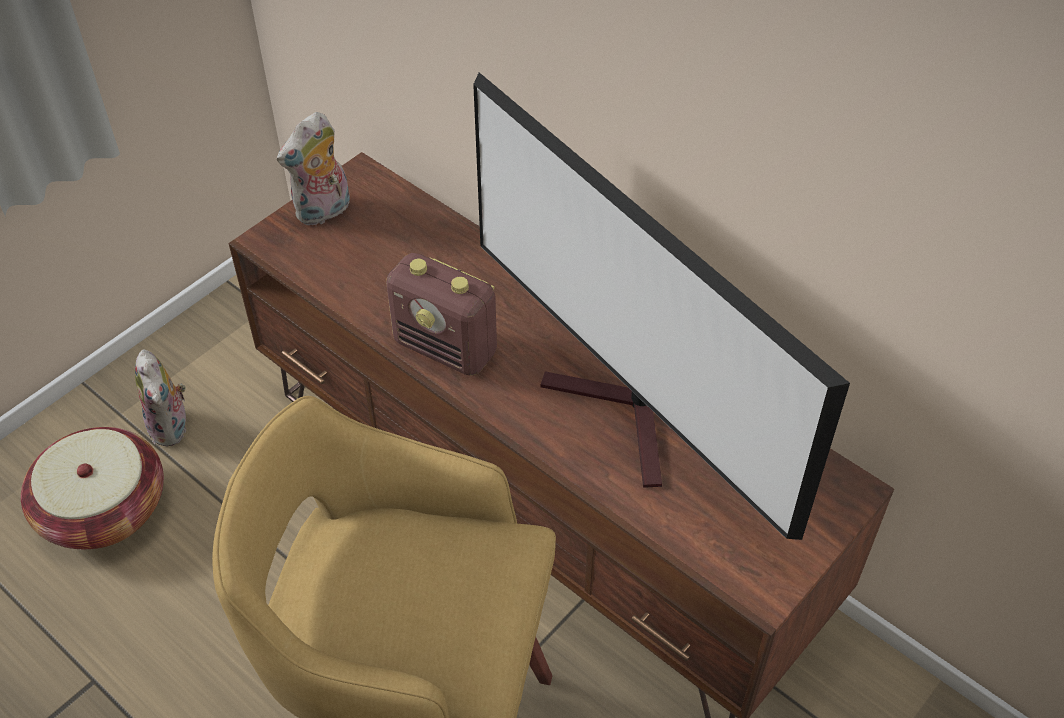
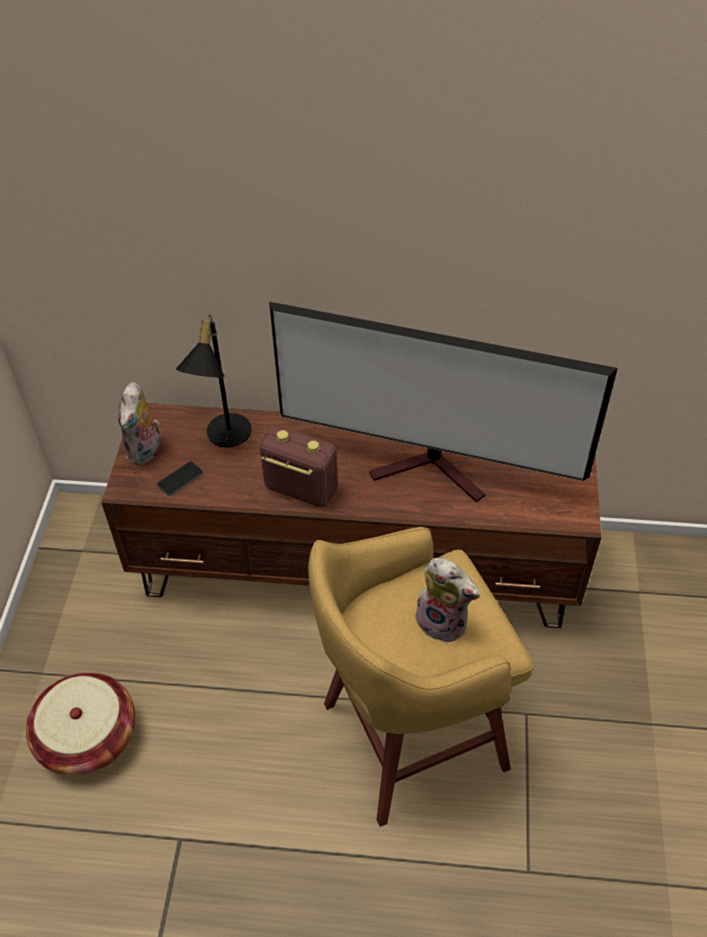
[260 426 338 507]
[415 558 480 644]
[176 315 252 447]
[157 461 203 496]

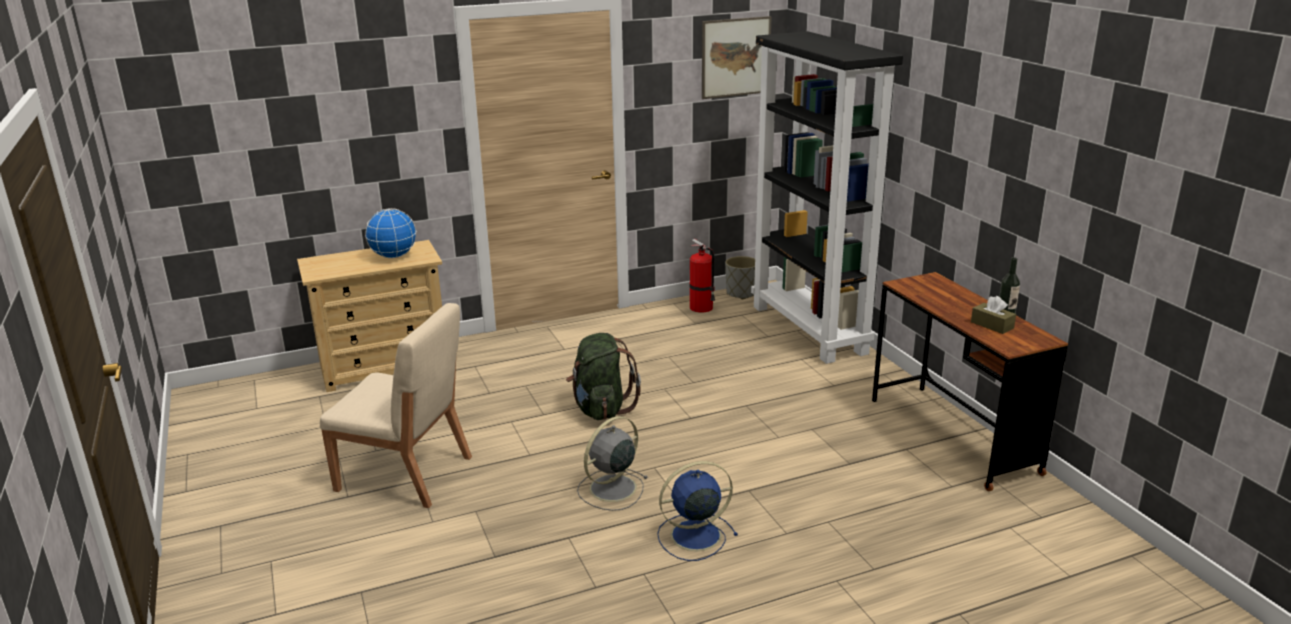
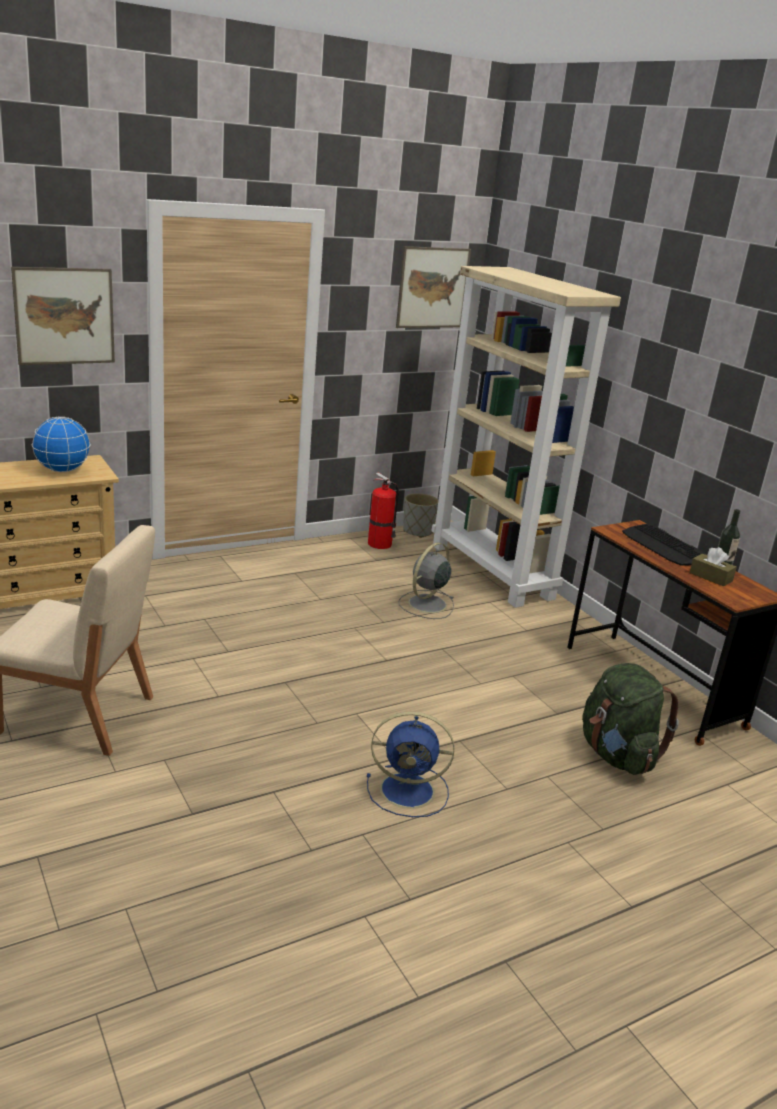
[432 266 621 608]
[582 663 679 775]
[399 542 454 619]
[367 711 454 817]
[11 267 115 365]
[622 524 707 566]

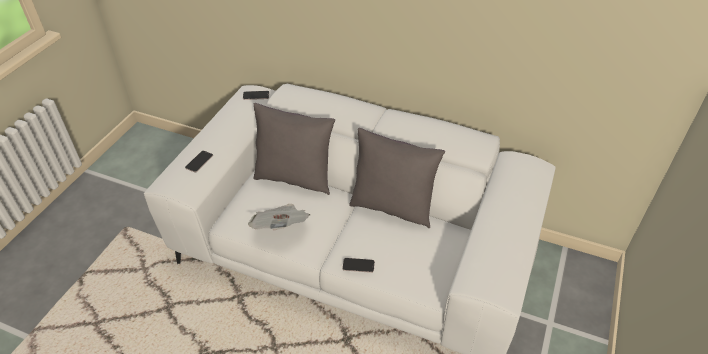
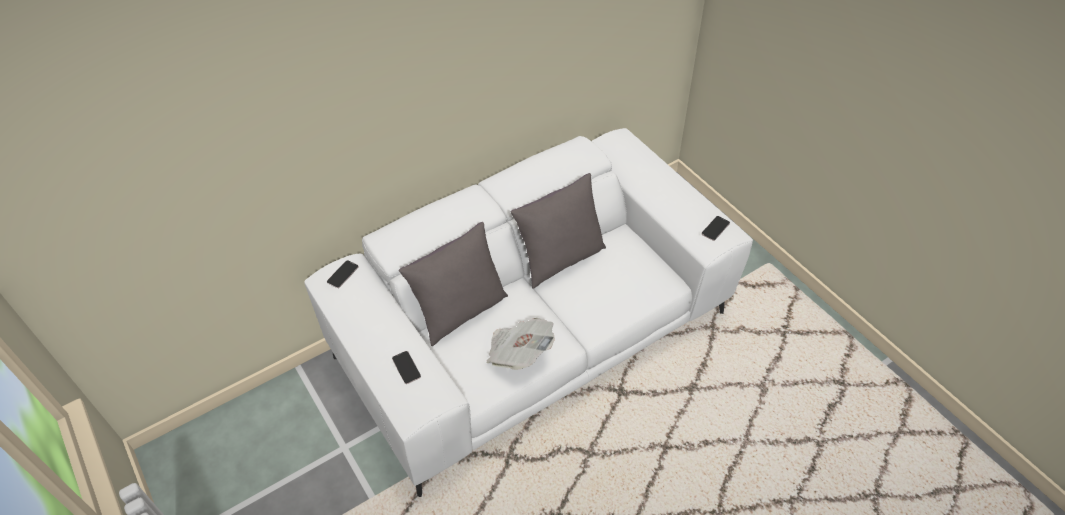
[701 216 730 241]

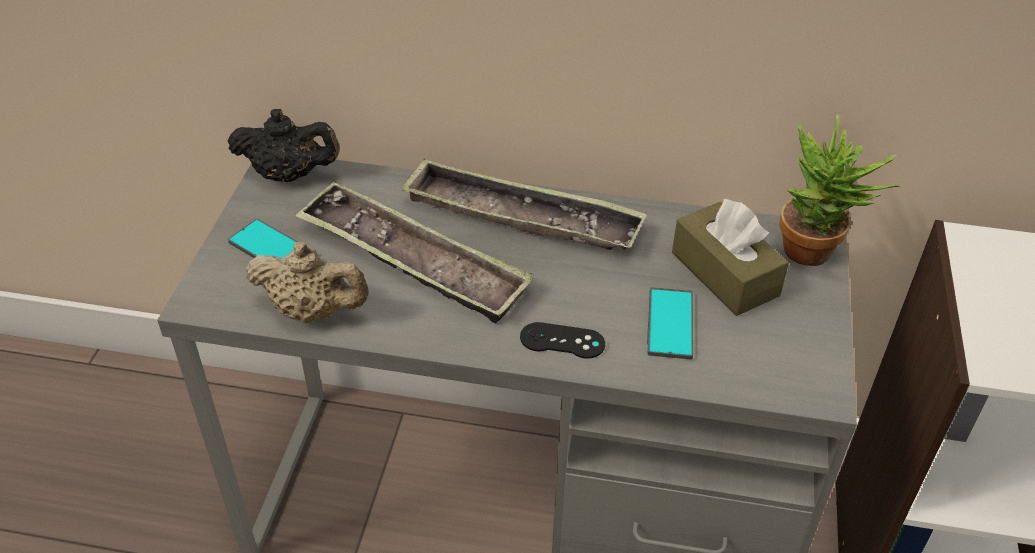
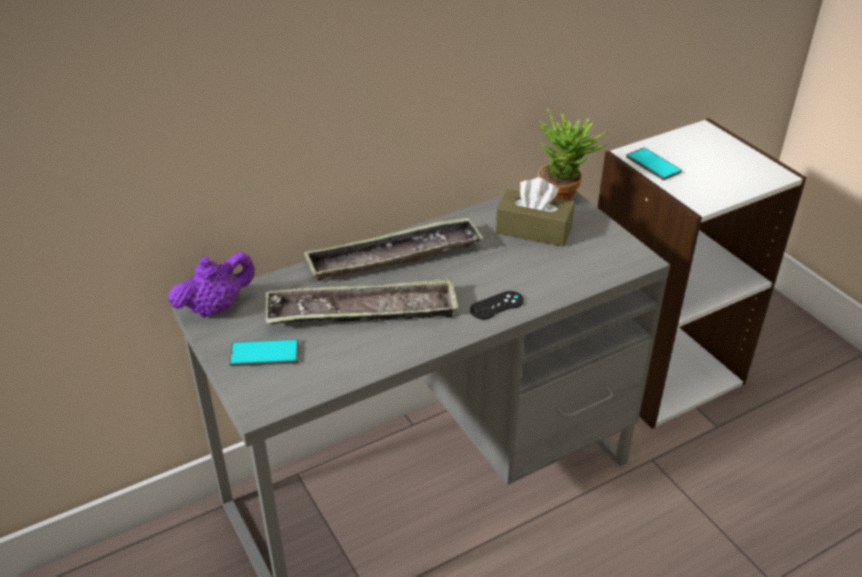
[168 252 255 318]
[246 242 369 323] (first image)
[626 148 682 180]

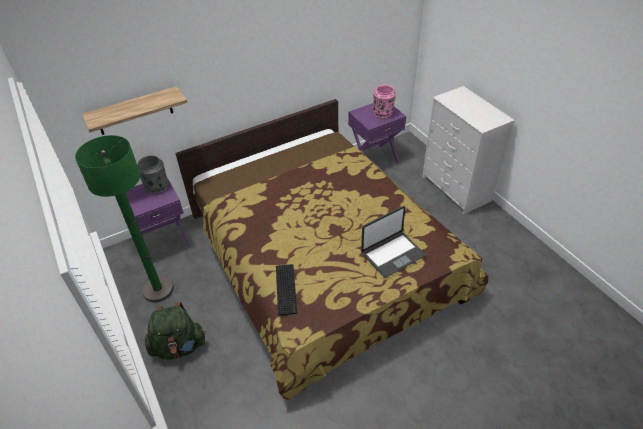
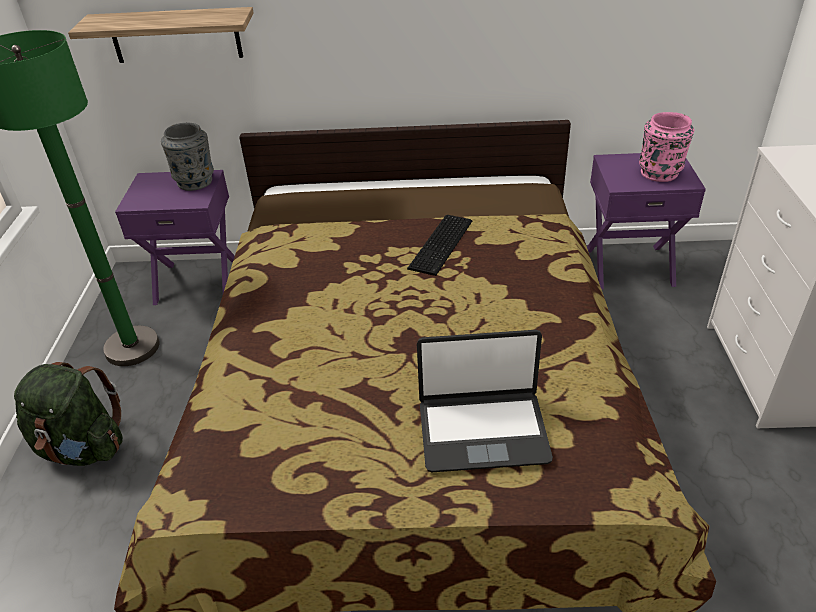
[407 215 472 276]

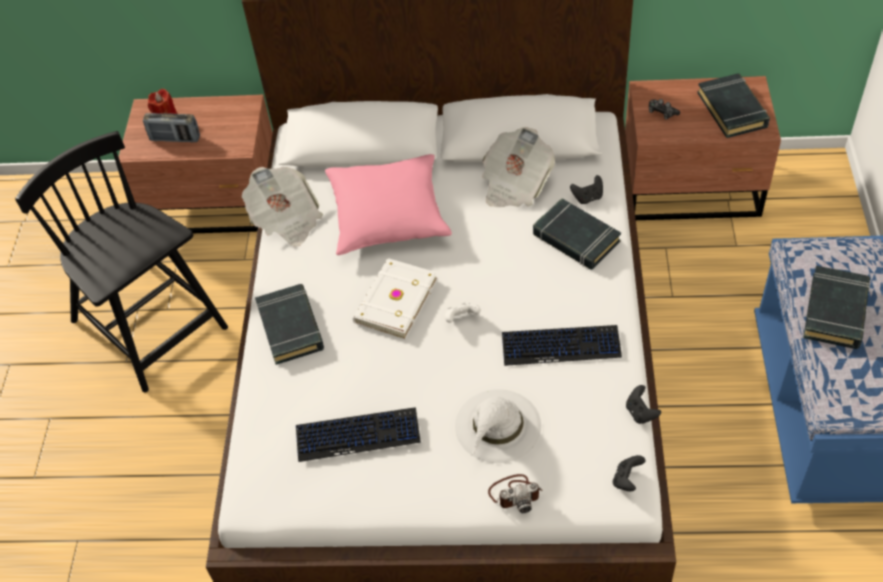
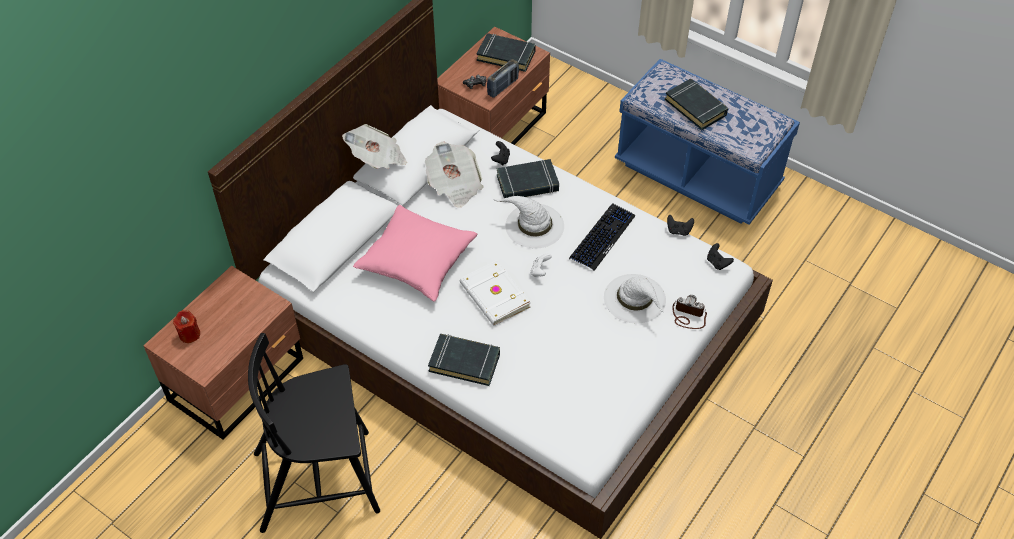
[487 59 519 98]
[342 124 407 169]
[296 407 421 462] (first image)
[673 295 707 329]
[493 196 564 249]

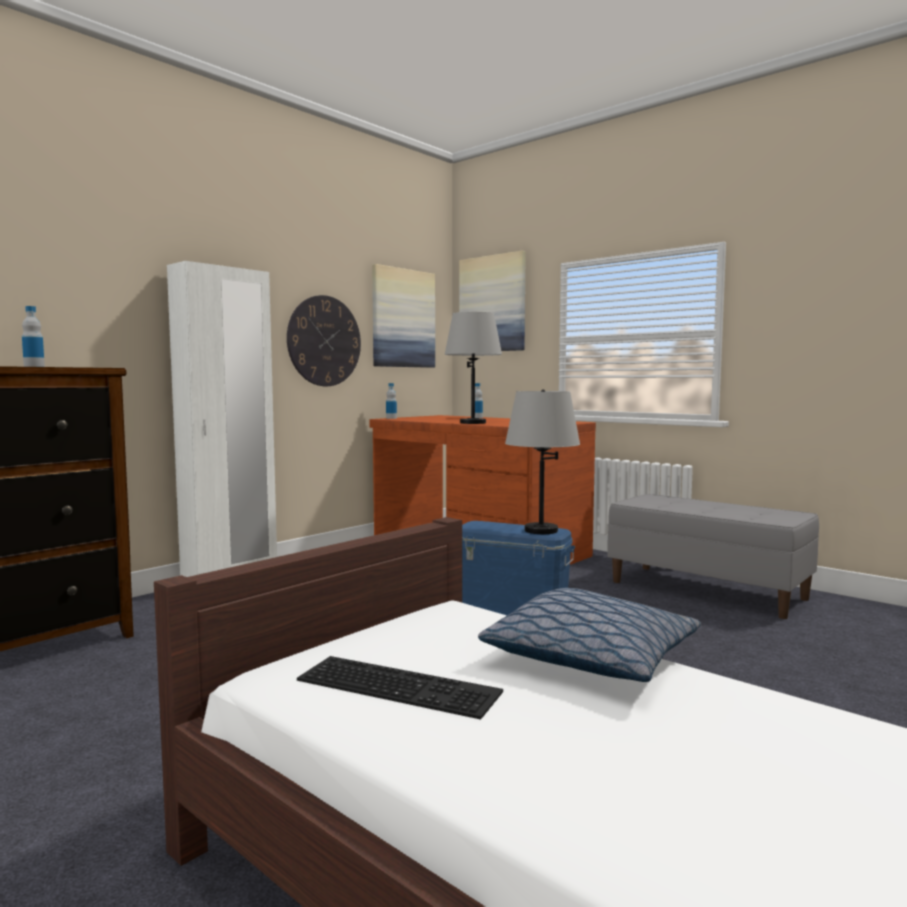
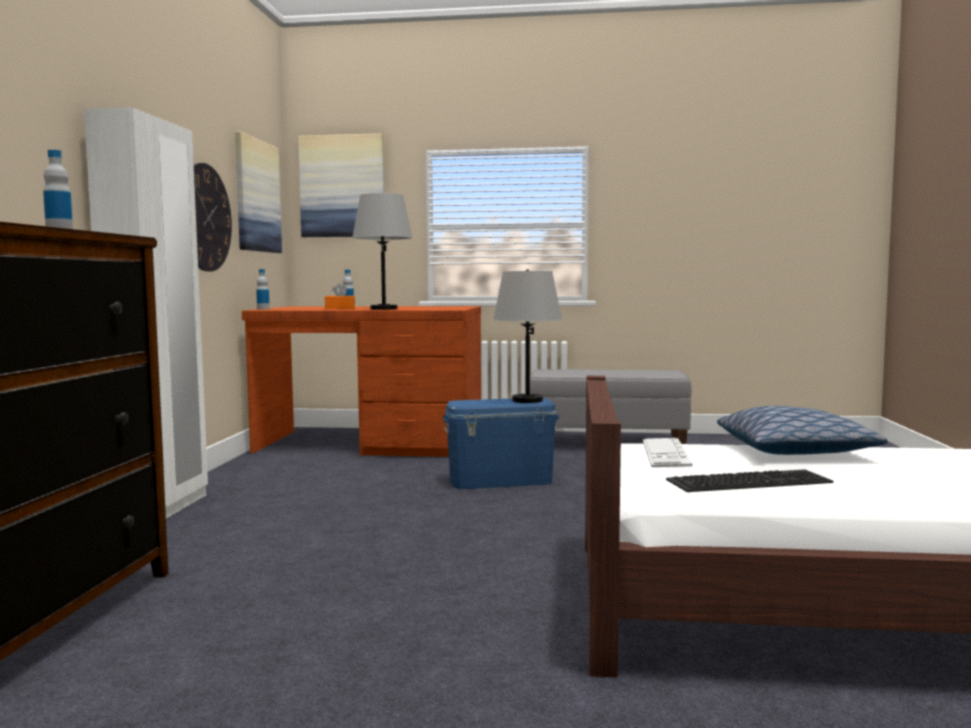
[325 284 355 309]
[643 438 693 467]

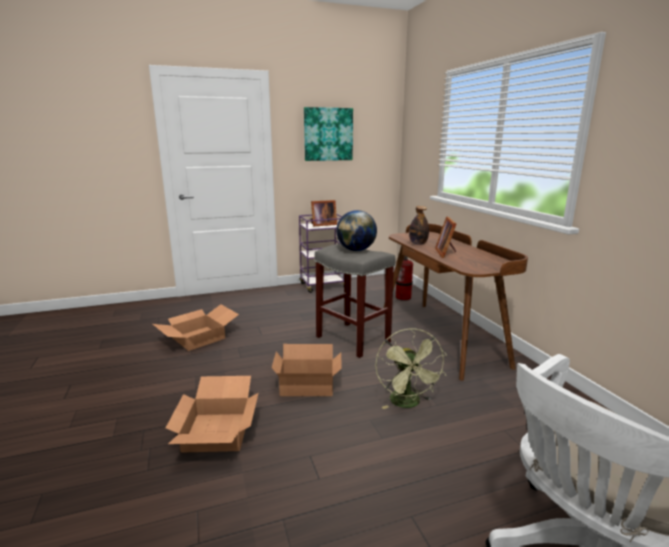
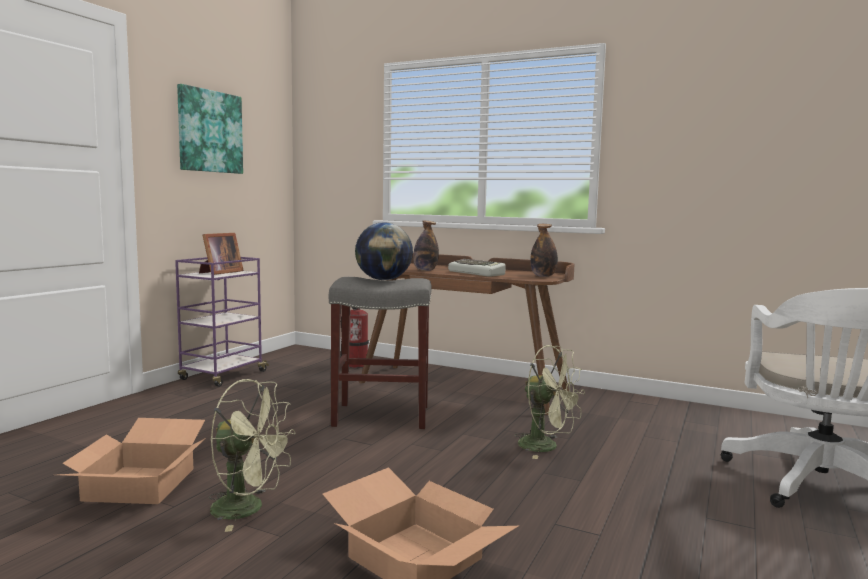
[448 259 506 277]
[272 344 342 396] (first image)
[530 224 558 277]
[209 379 296 532]

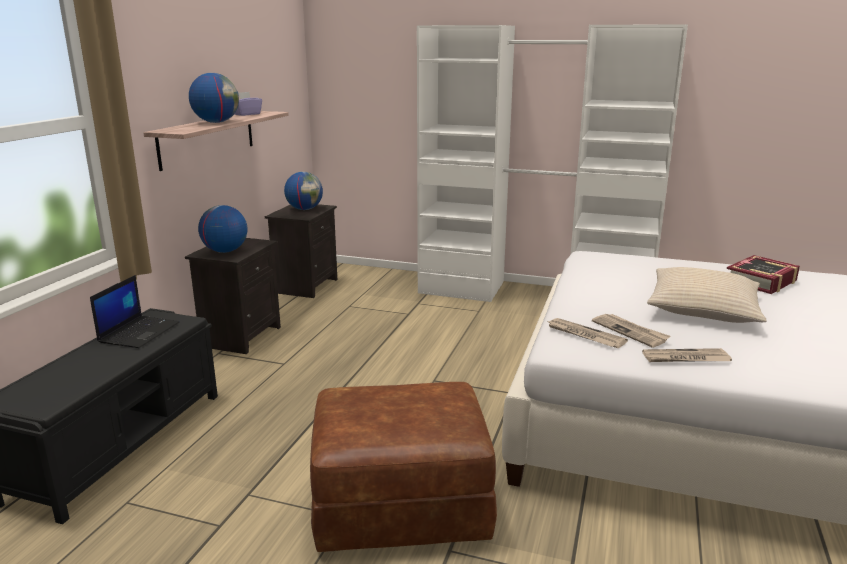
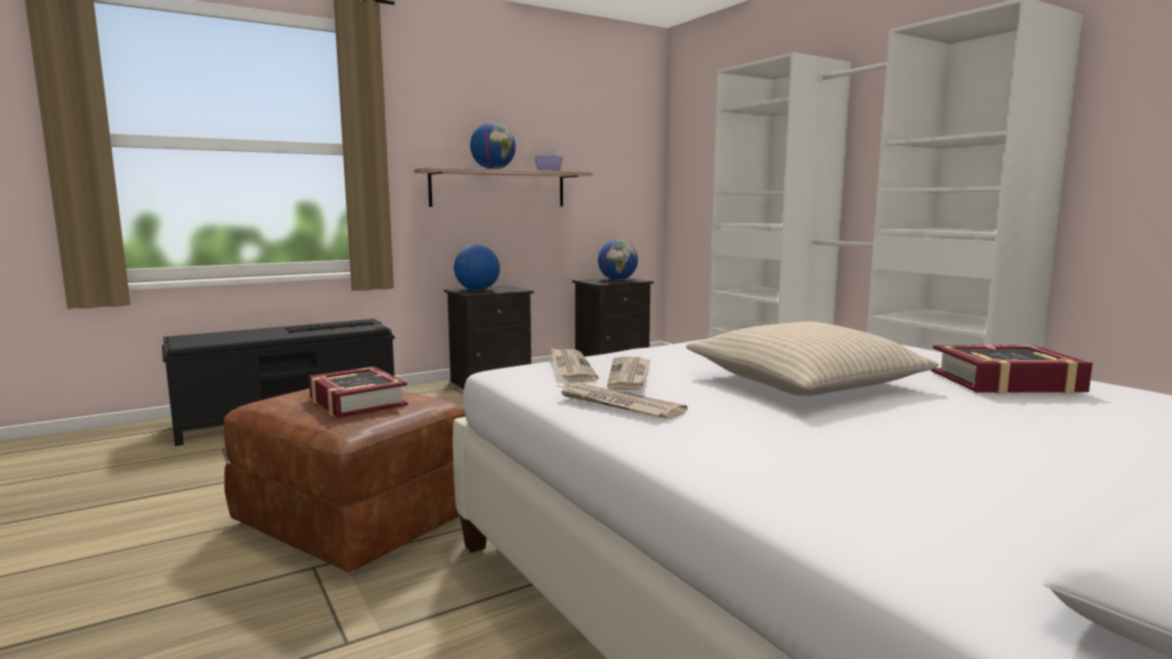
[285 320 375 332]
[309 366 408 418]

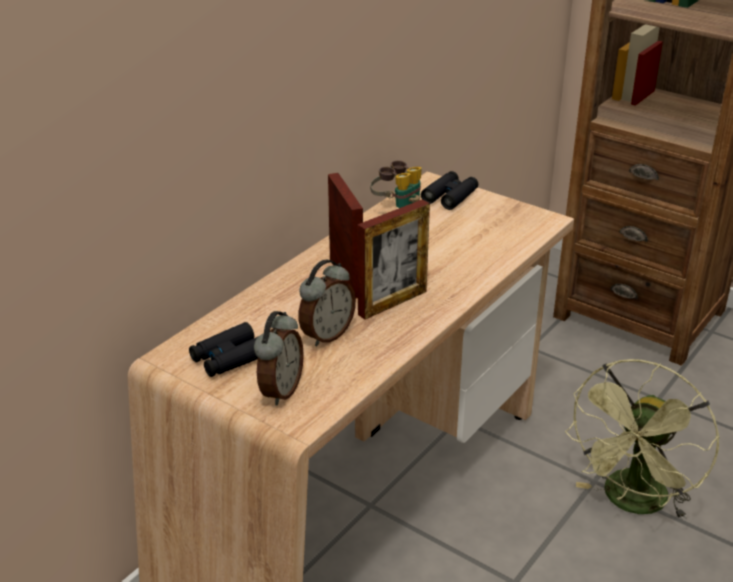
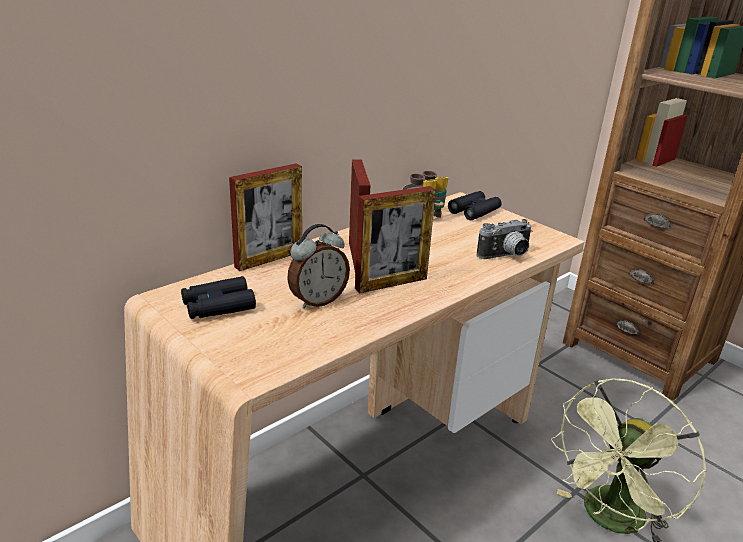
[254 311 304 405] (first image)
[229 164 302 271]
[477 219 533 259]

